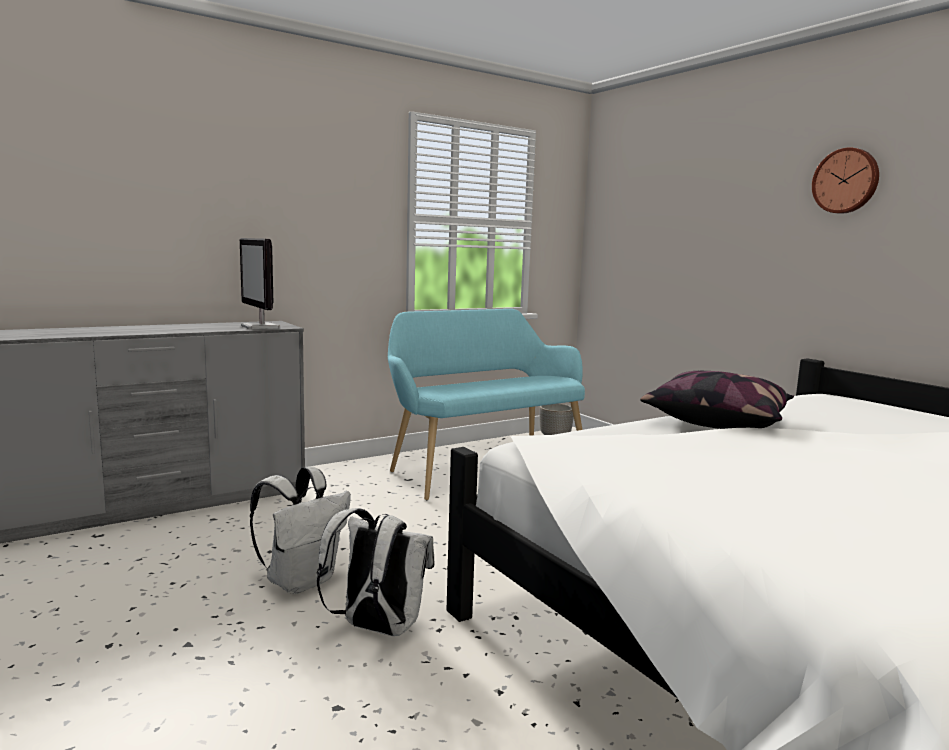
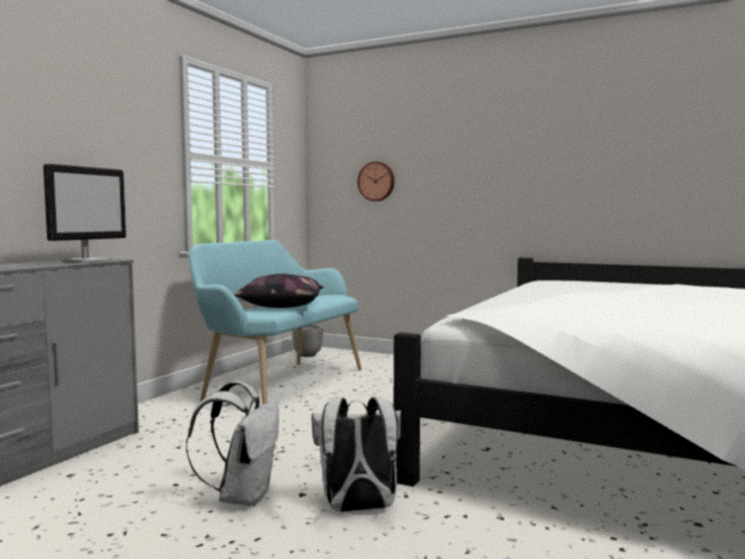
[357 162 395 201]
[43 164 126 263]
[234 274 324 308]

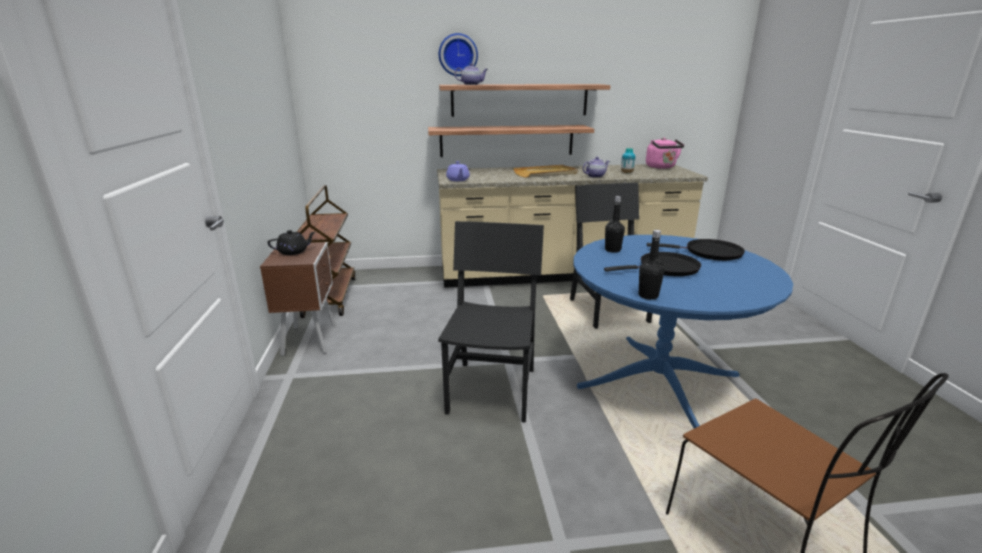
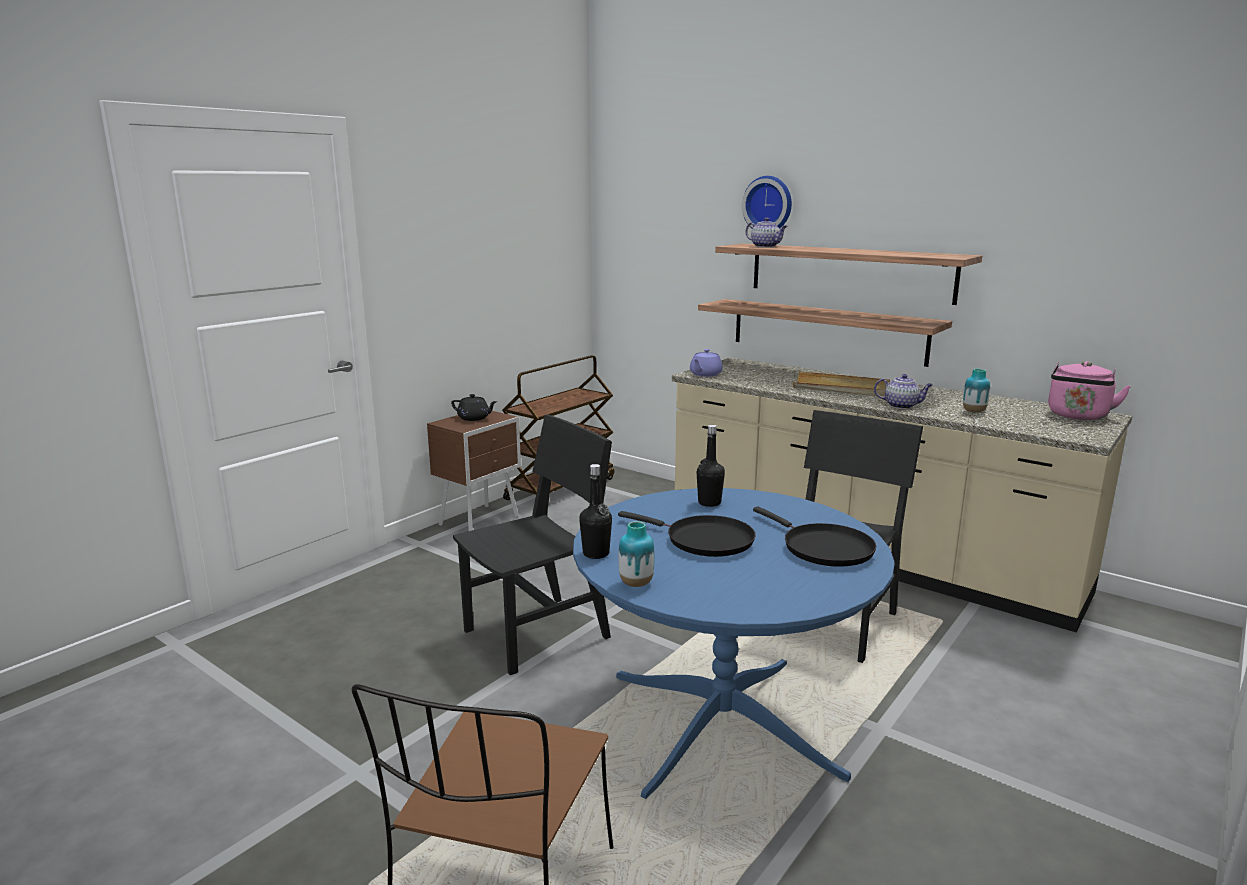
[619 521 655 587]

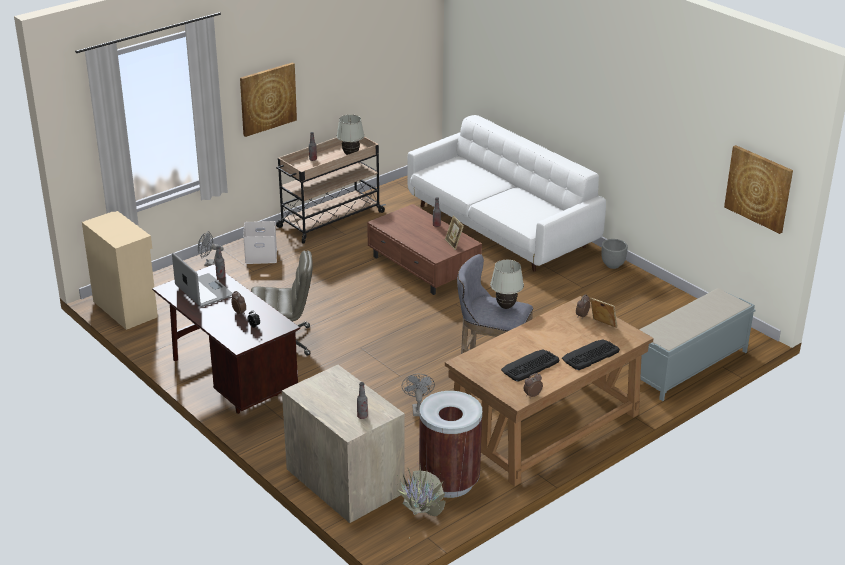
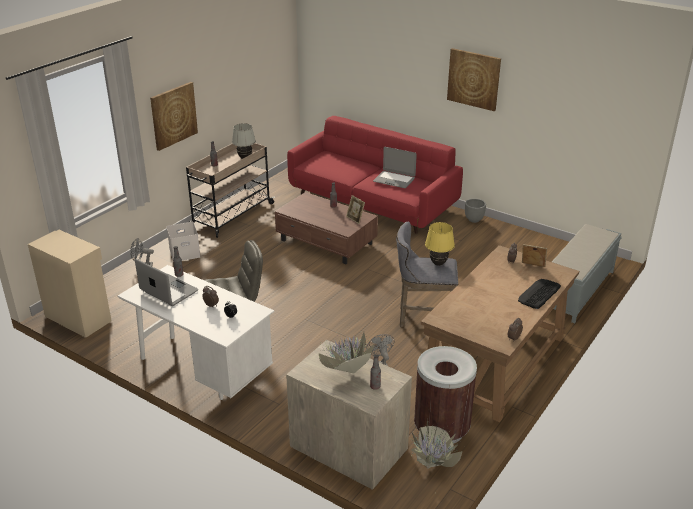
[287 116 463 234]
[447 48 501 111]
[425 222 455 266]
[118 265 274 400]
[501 350 560 382] (first image)
[373 147 417 188]
[315 330 374 373]

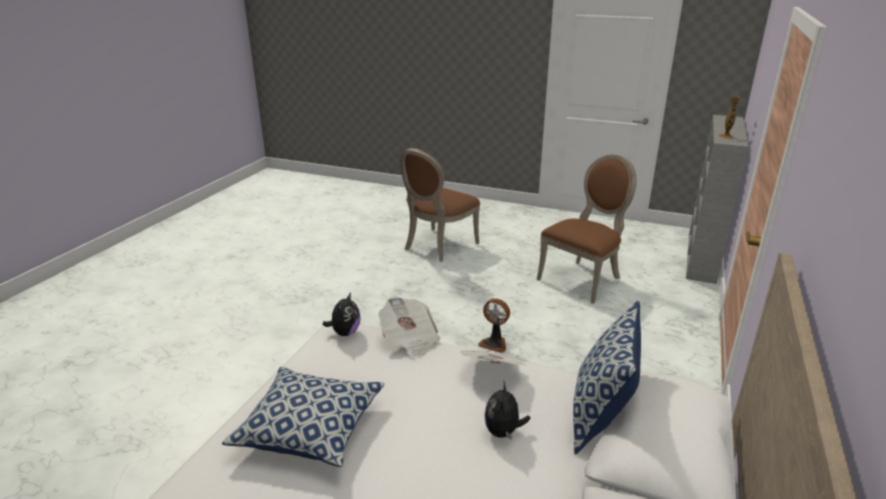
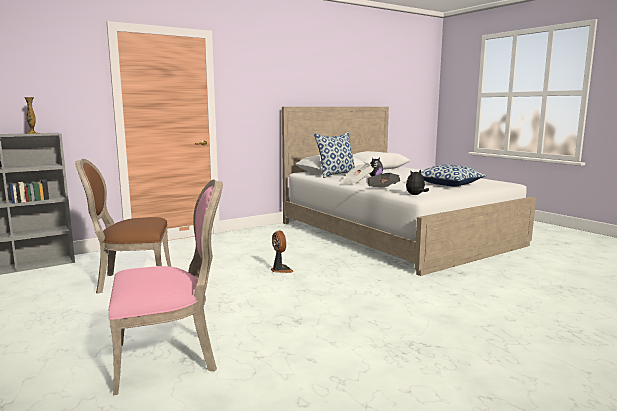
[109 179 223 395]

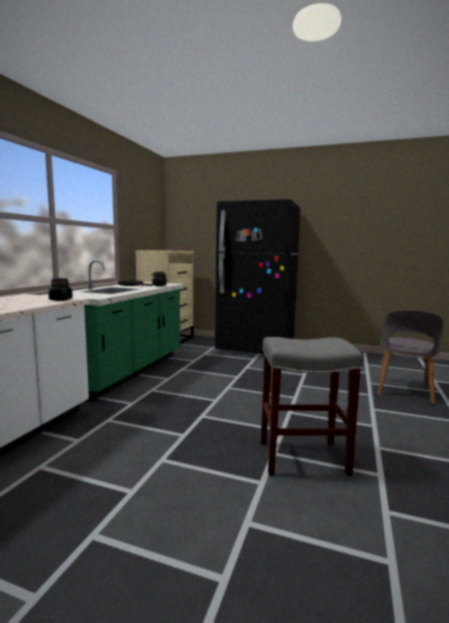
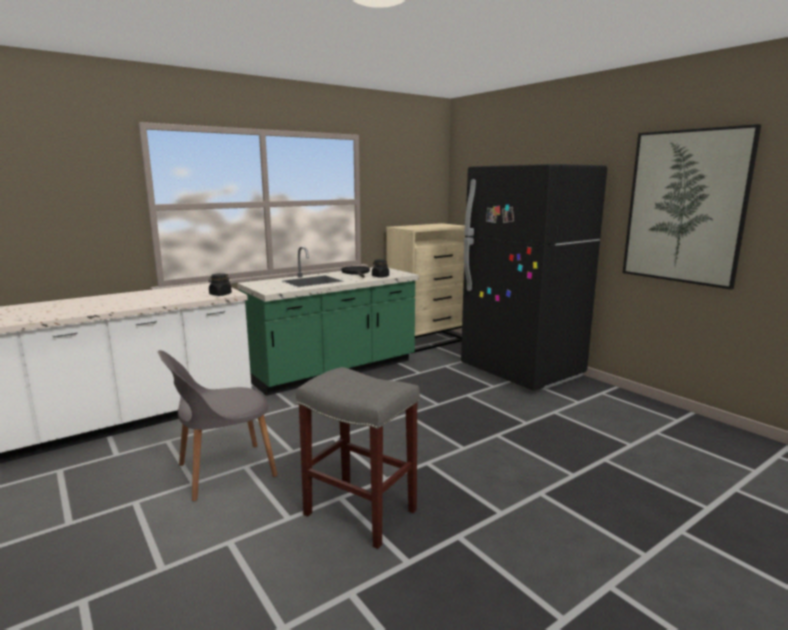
[158 350 278 501]
[623 124 761 290]

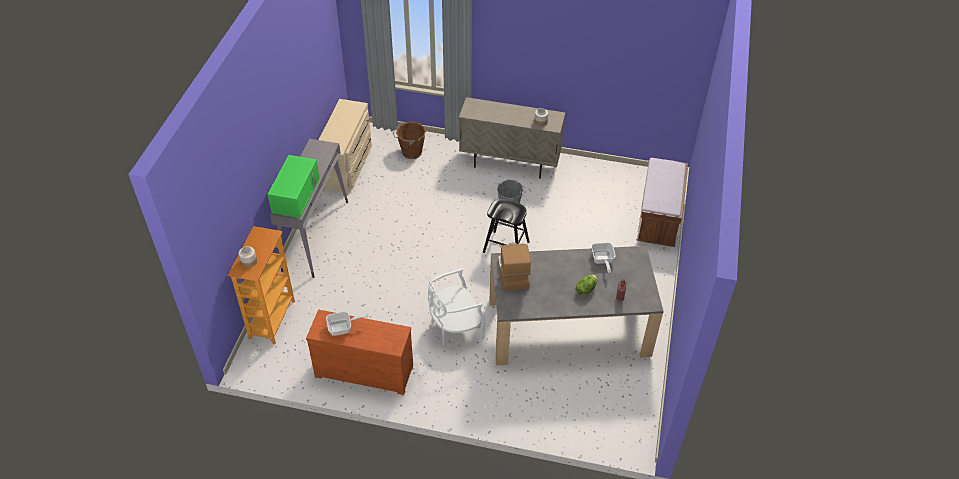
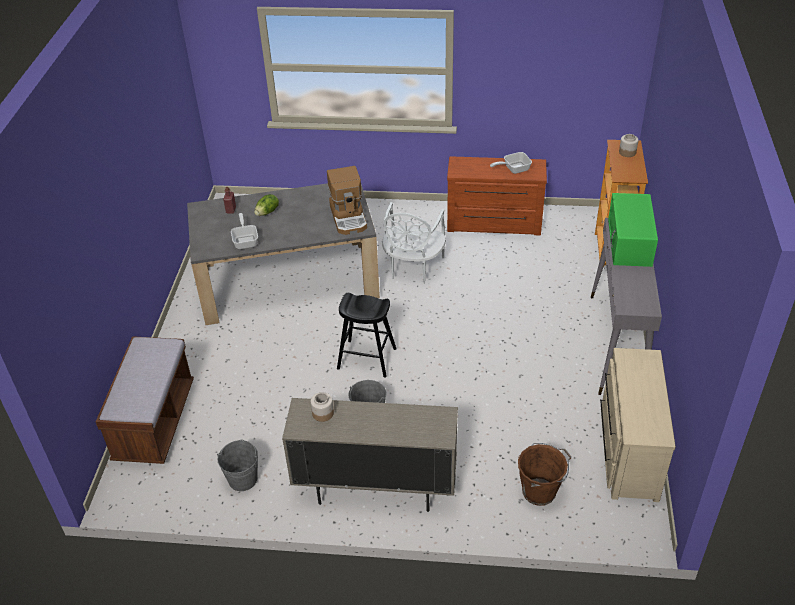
[382 202 446 284]
[217 439 258 491]

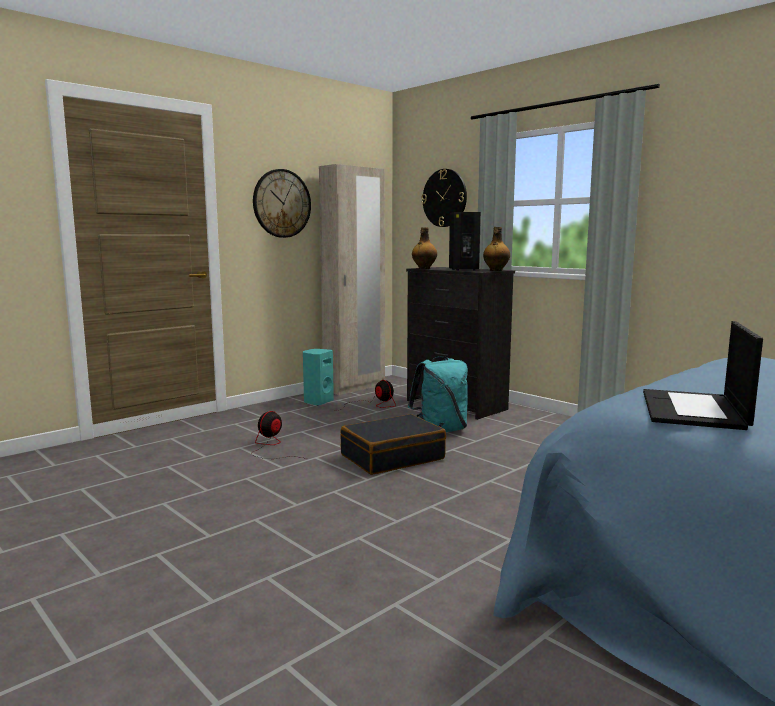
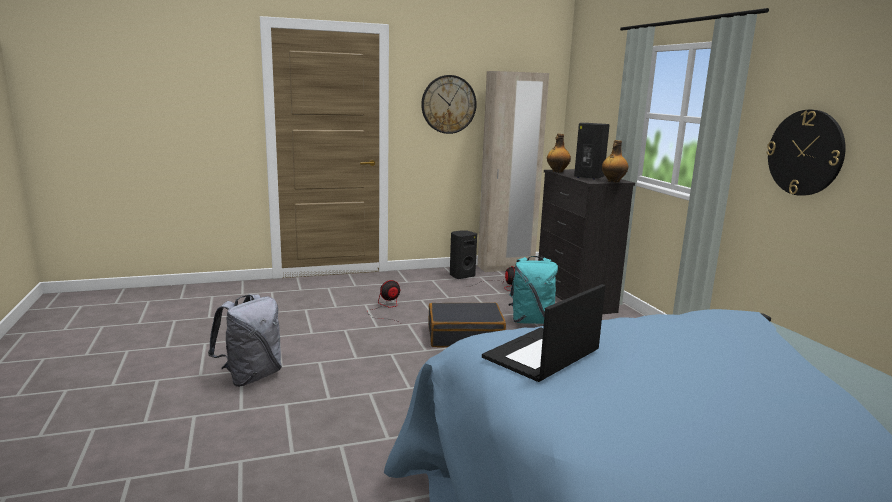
[766 110 846 196]
[450 230 477 279]
[208 294 282 387]

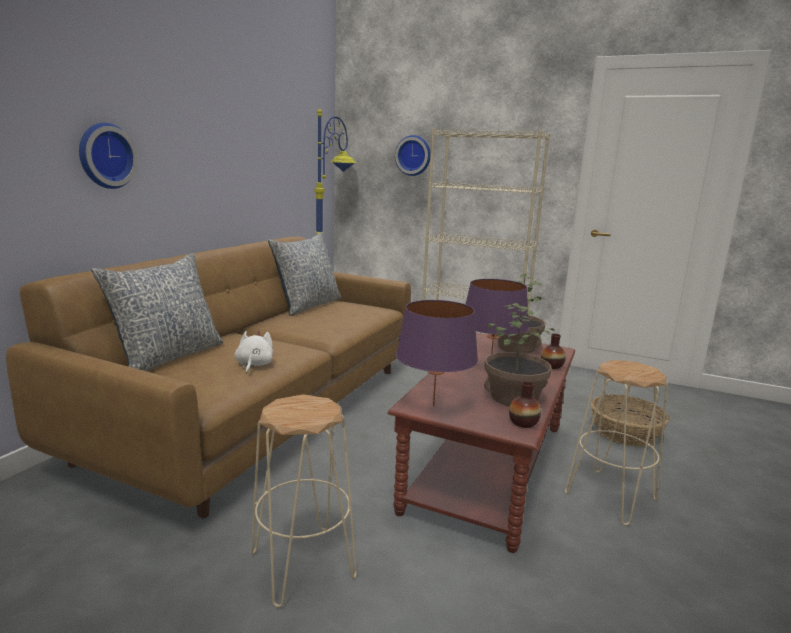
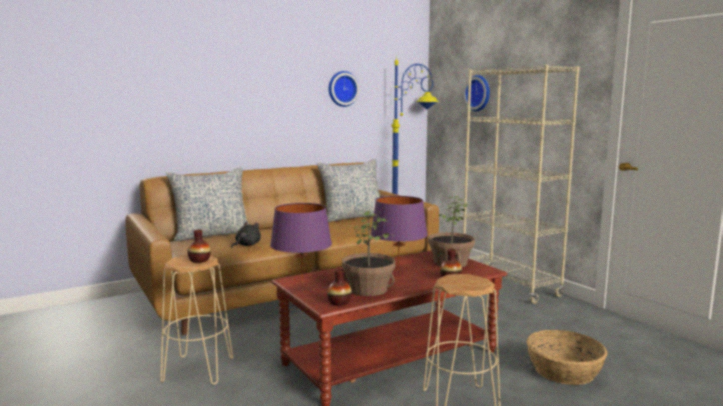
[329 71 359 107]
[231 221 261 248]
[187 230 211 263]

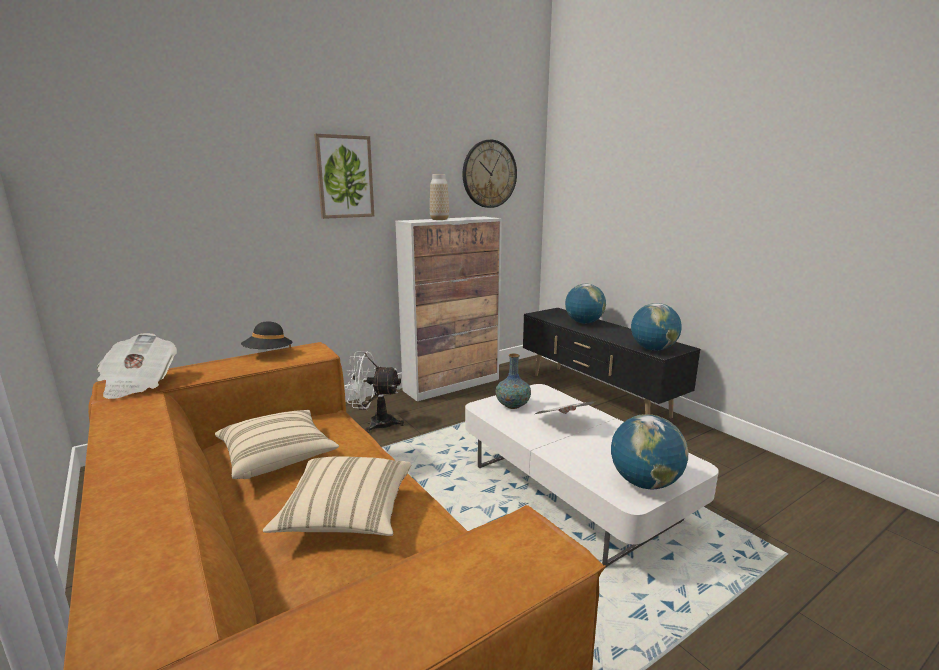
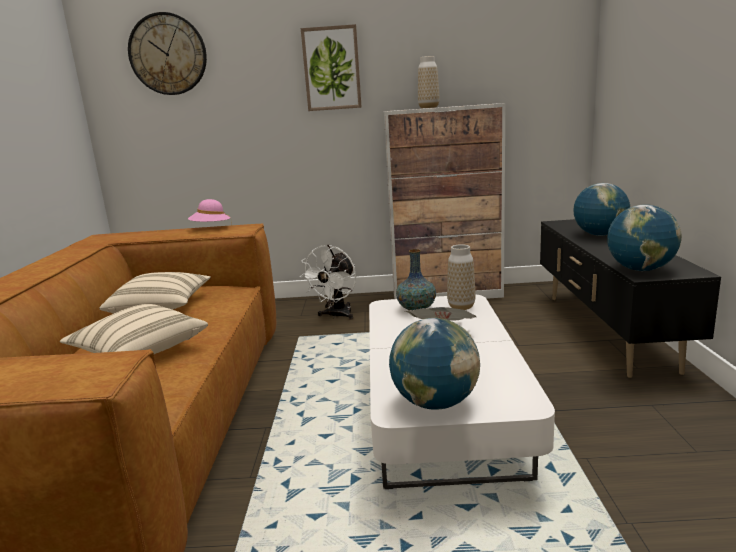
[128 12 207 95]
[188 199 232 223]
[97 333 177 399] (first image)
[299 245 356 320]
[447 244 476 310]

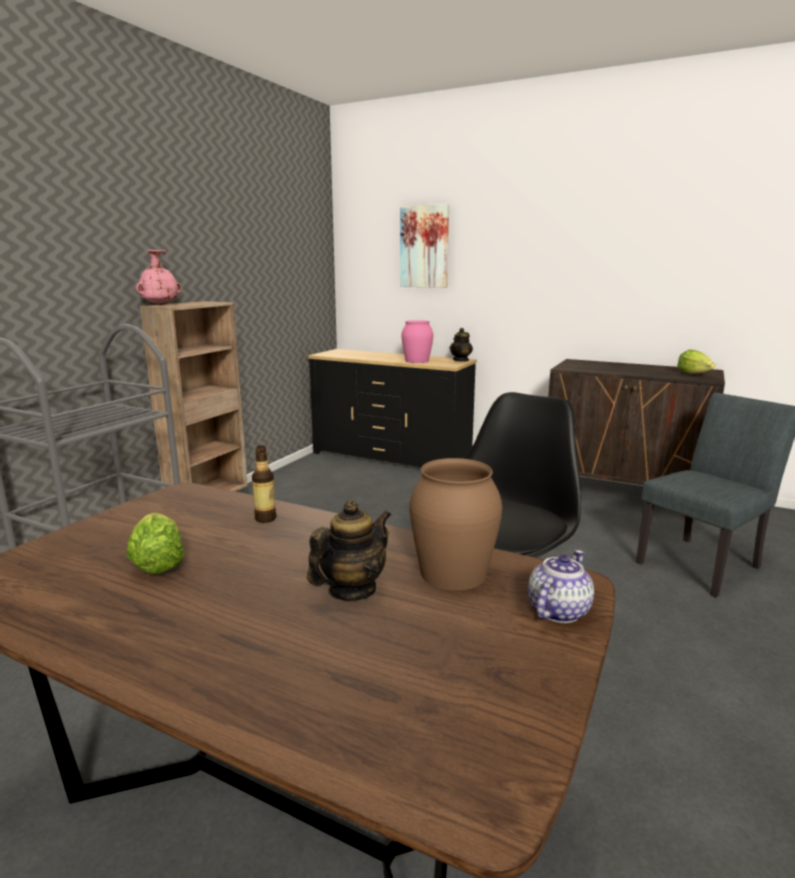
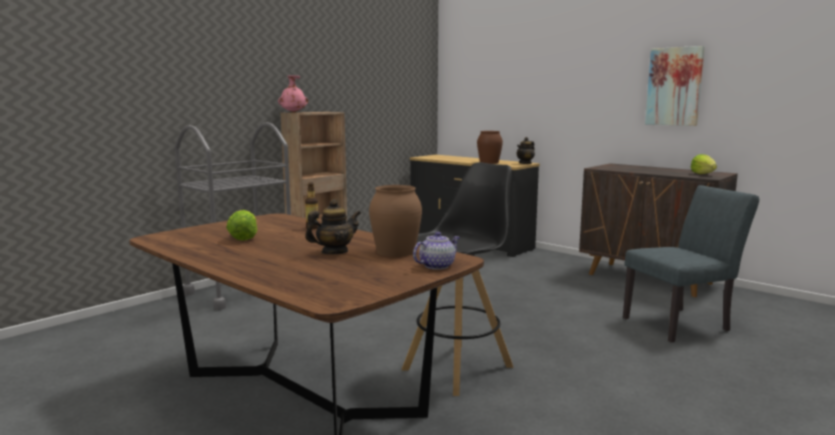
[645 46 705 126]
[477 131 503 164]

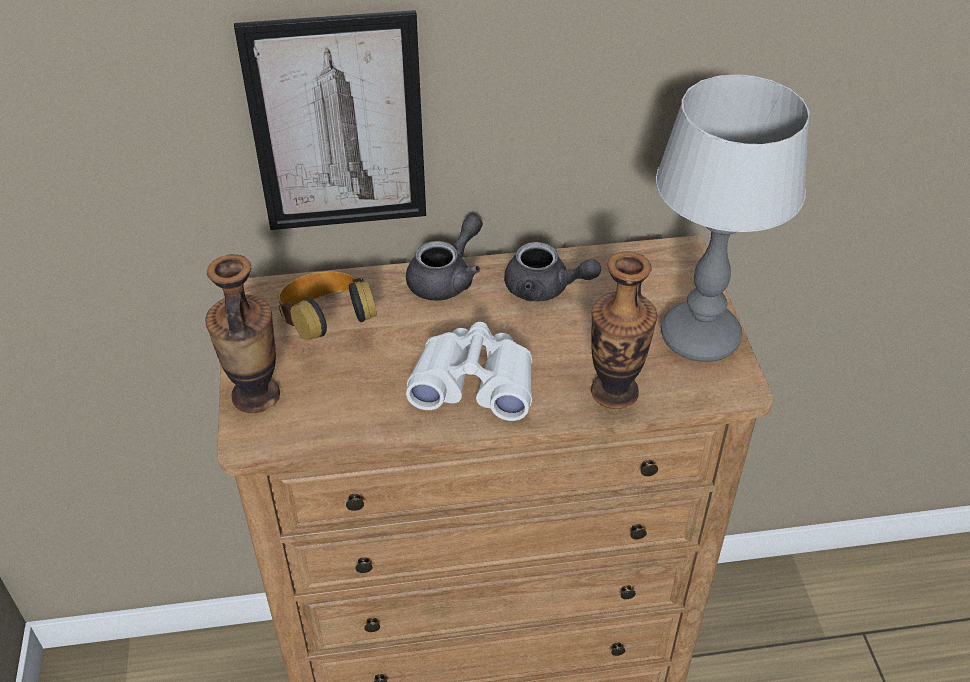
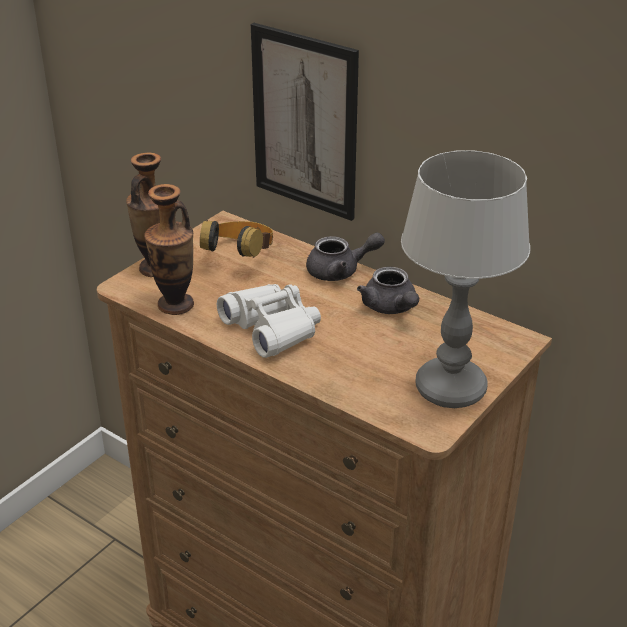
[144 184 194 315]

